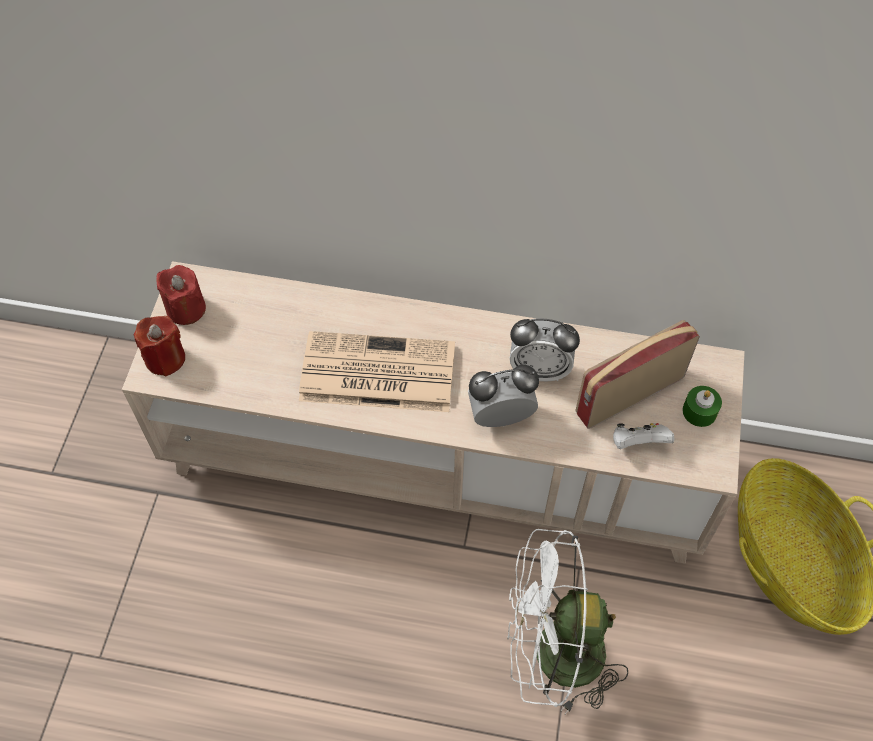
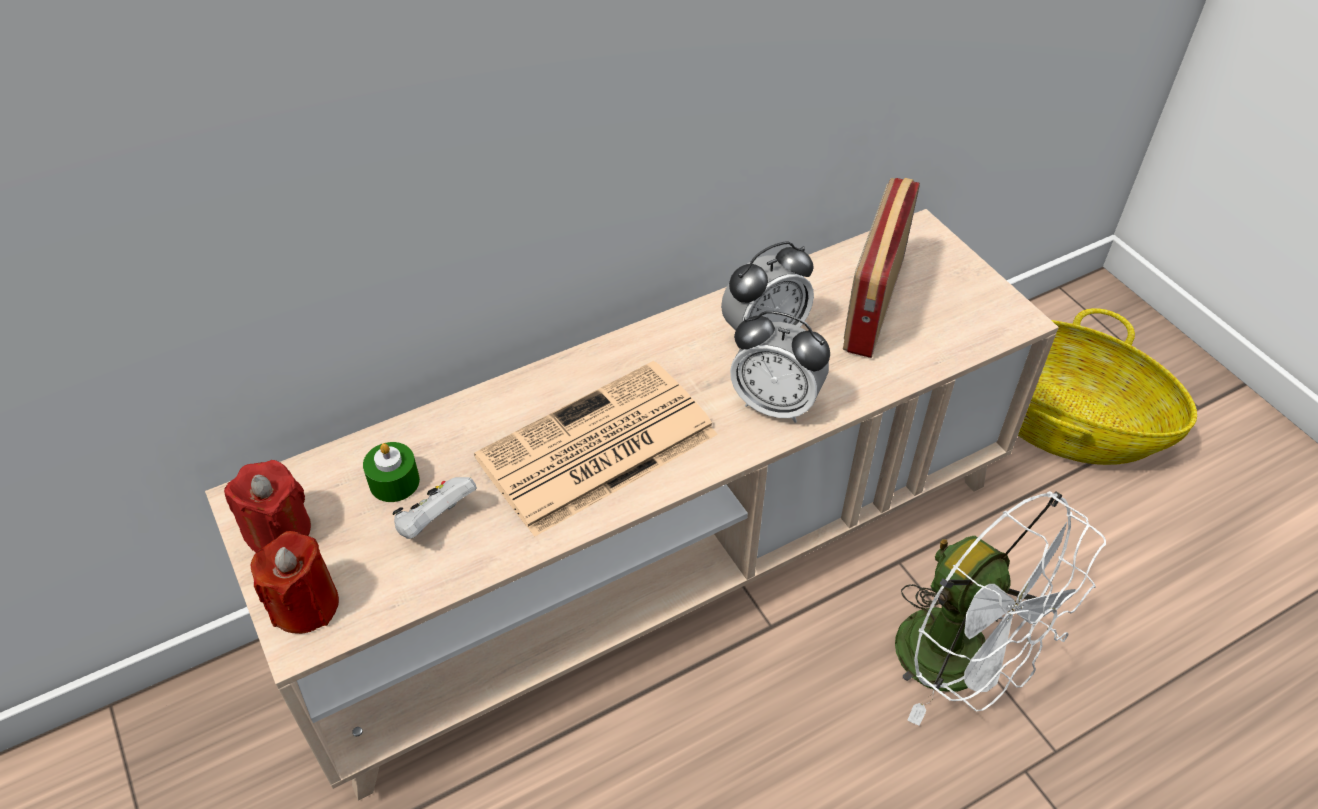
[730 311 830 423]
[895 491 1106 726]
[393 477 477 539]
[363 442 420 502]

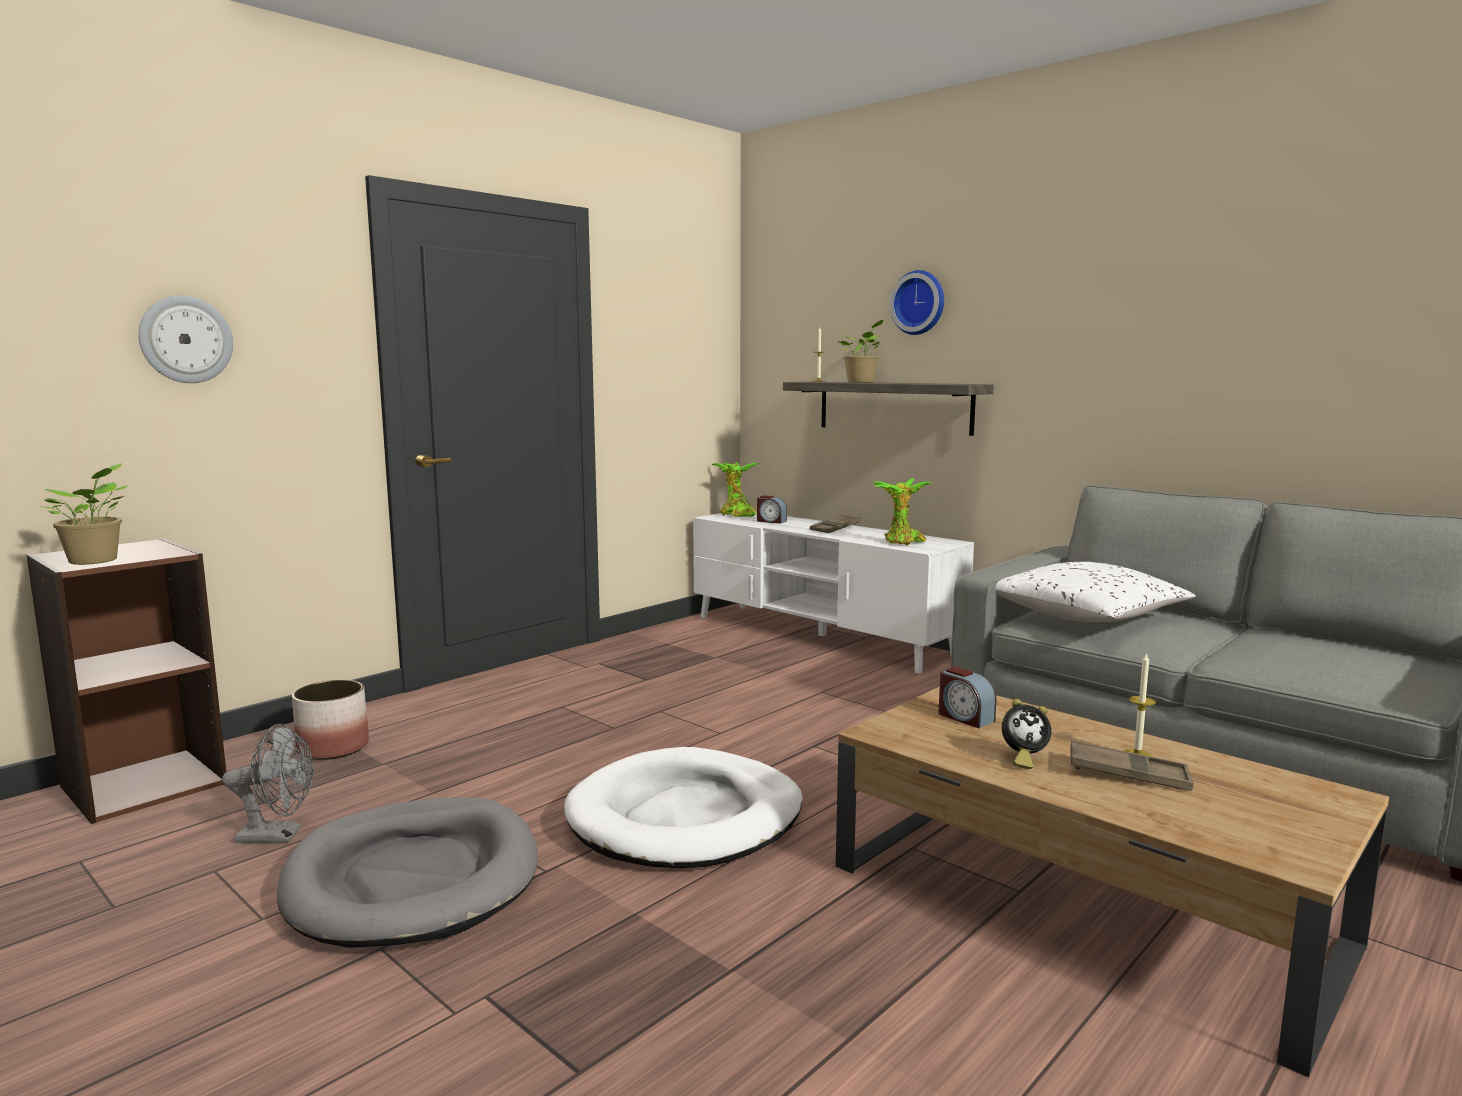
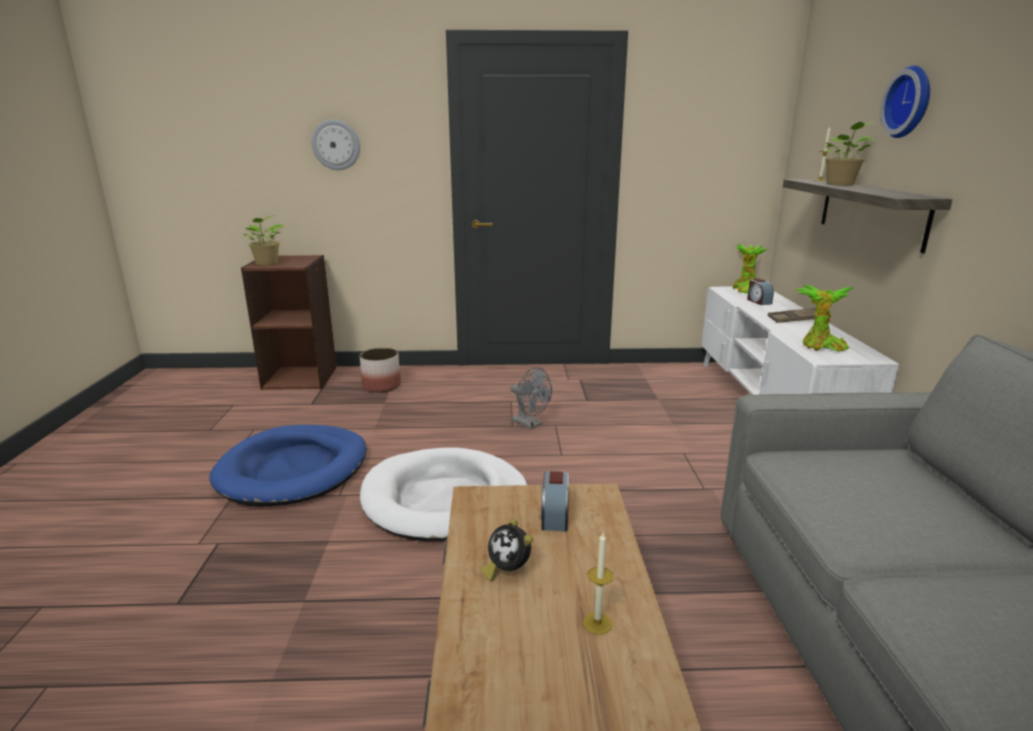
[510 367 552 429]
[209 425 367 507]
[996 562 1196 622] (first image)
[1071 740 1194 791] (first image)

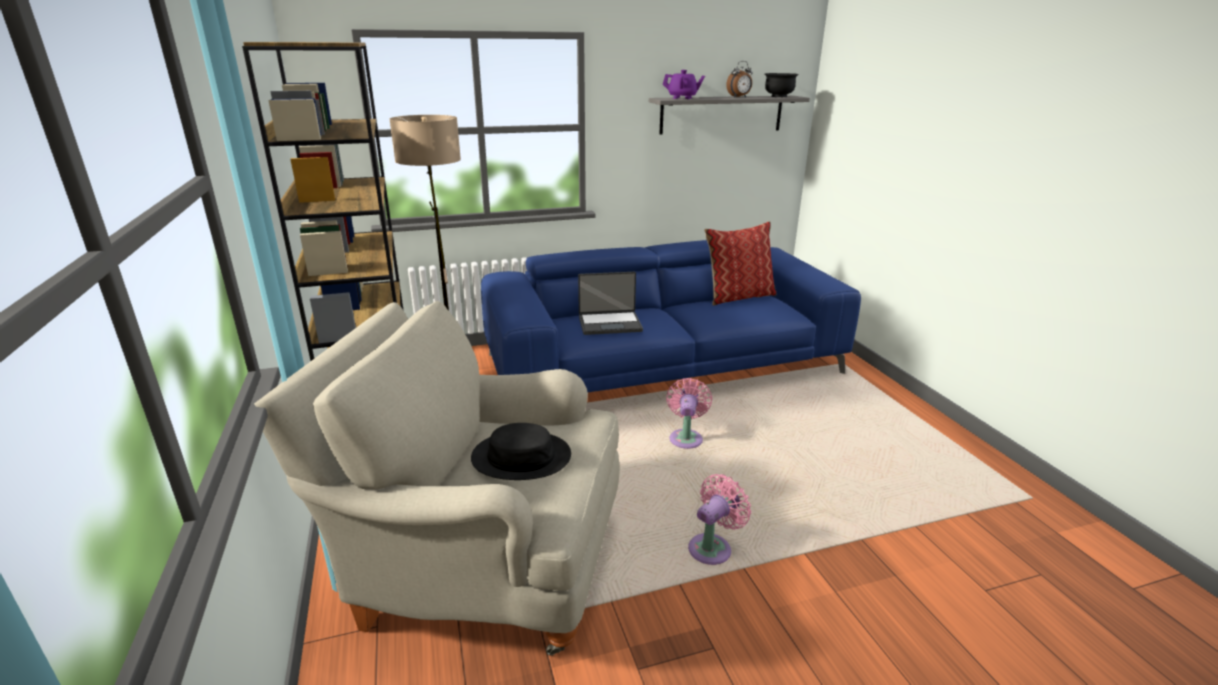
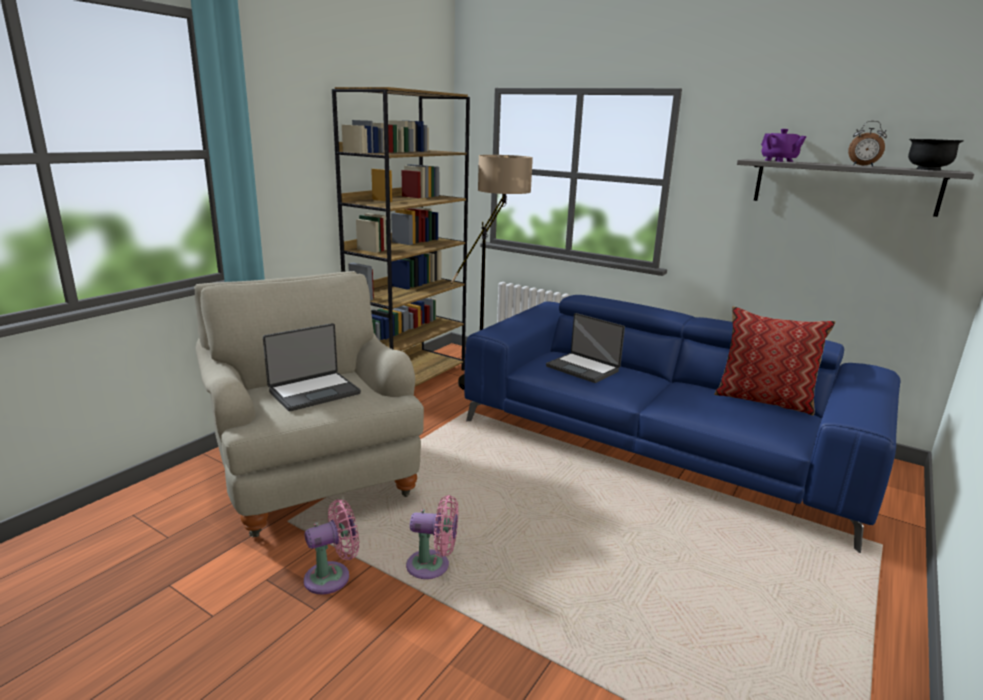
[263 323 361 411]
[304 499 359 595]

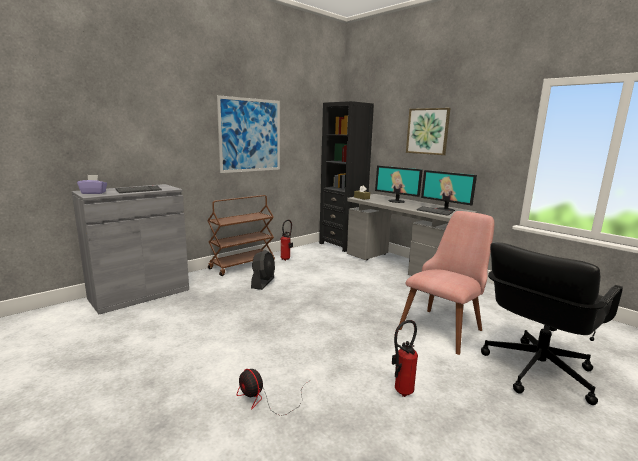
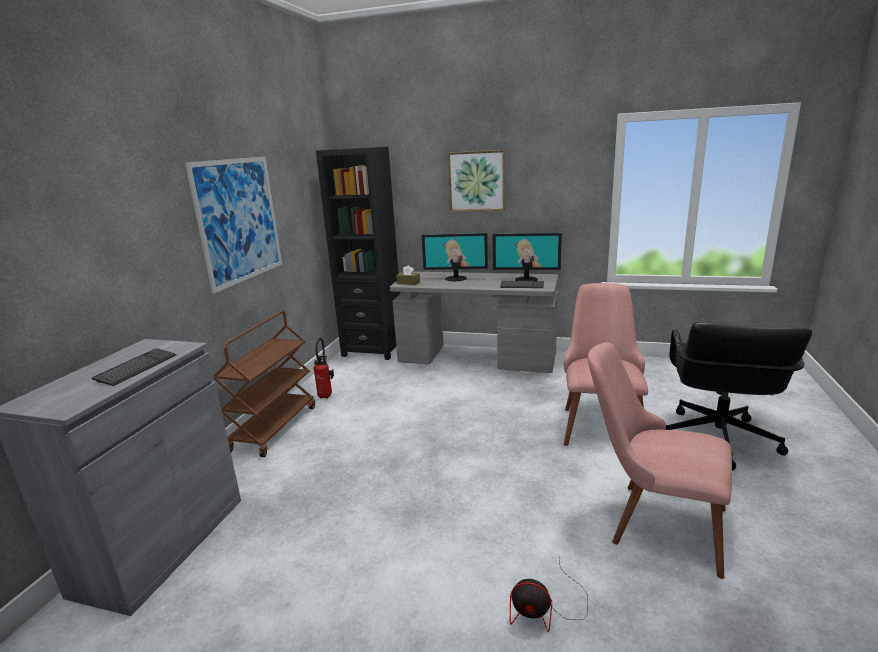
[77 175 107 194] (first image)
[251 250 275 290] (first image)
[588 342 732 579]

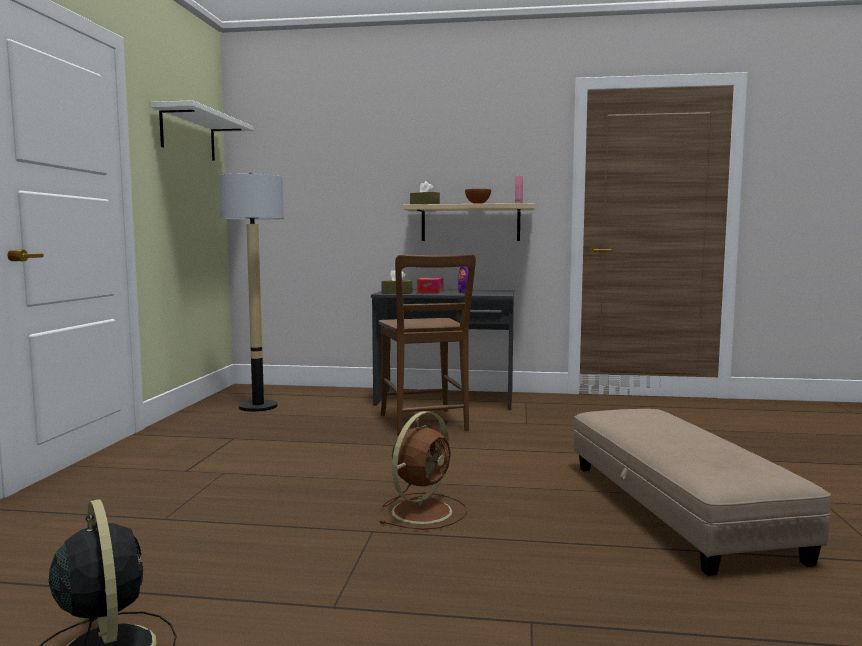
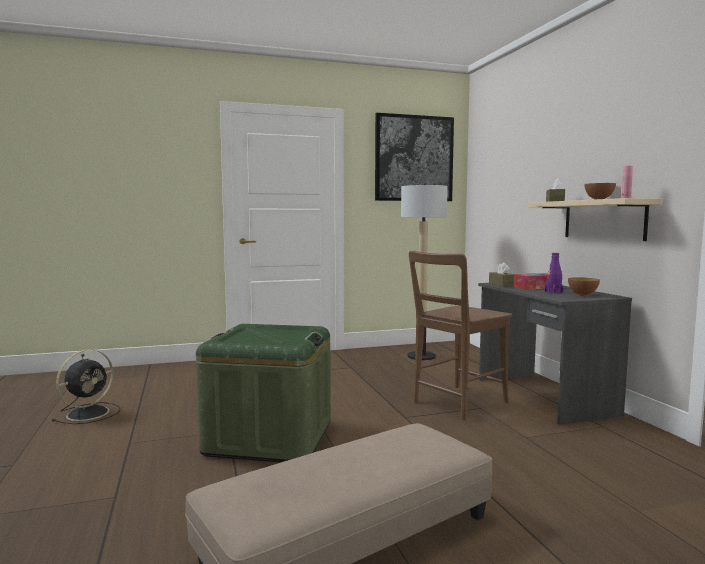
[375 113 454 201]
[196 324 331 463]
[568 277 600 296]

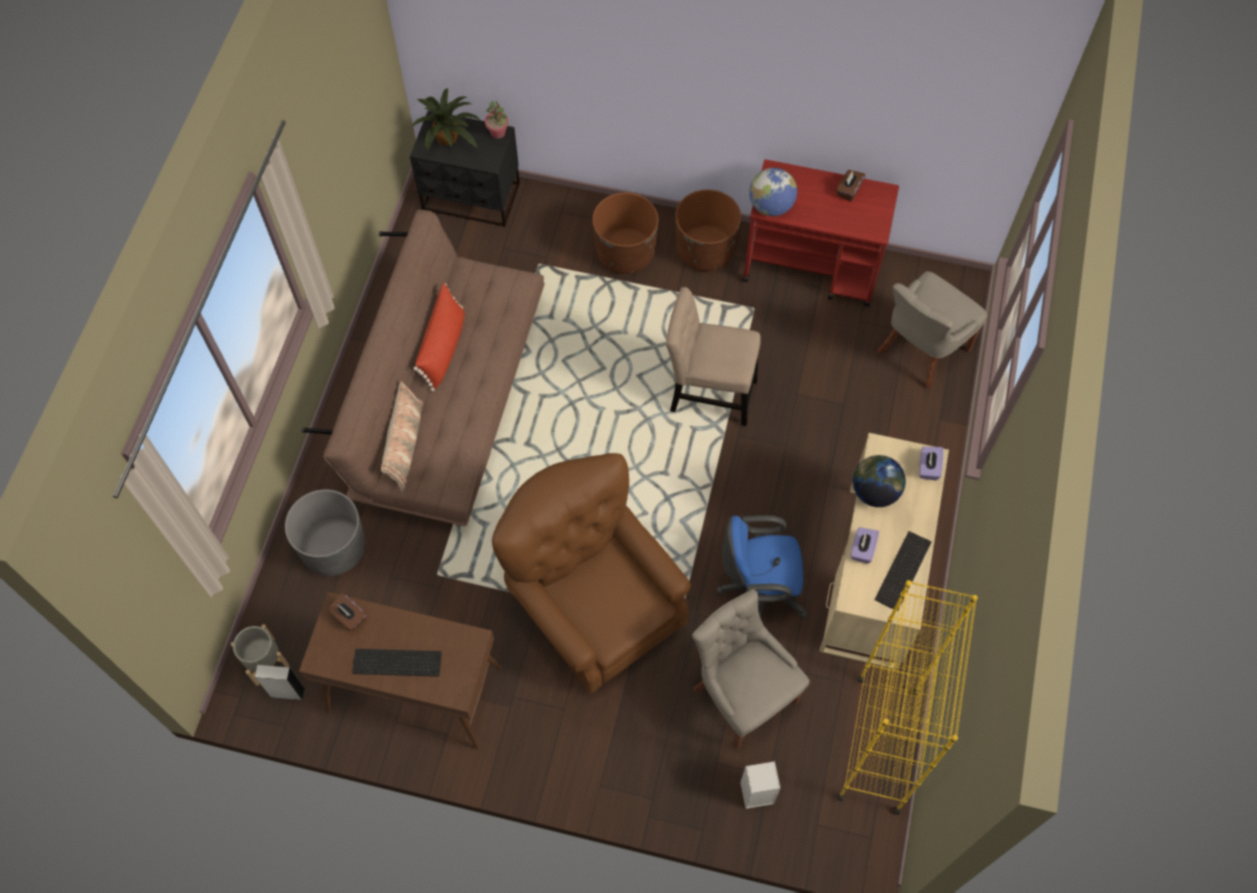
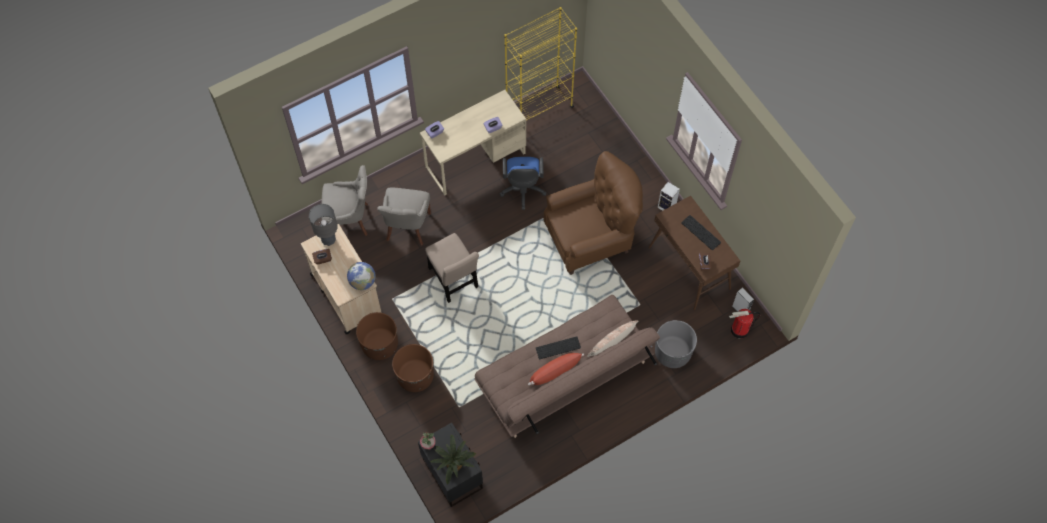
[729 309 760 339]
[544 151 643 275]
[377 188 431 246]
[500 157 546 210]
[658 182 680 211]
[301 224 382 334]
[853 455 906 507] (first image)
[536 336 581 360]
[309 204 338 246]

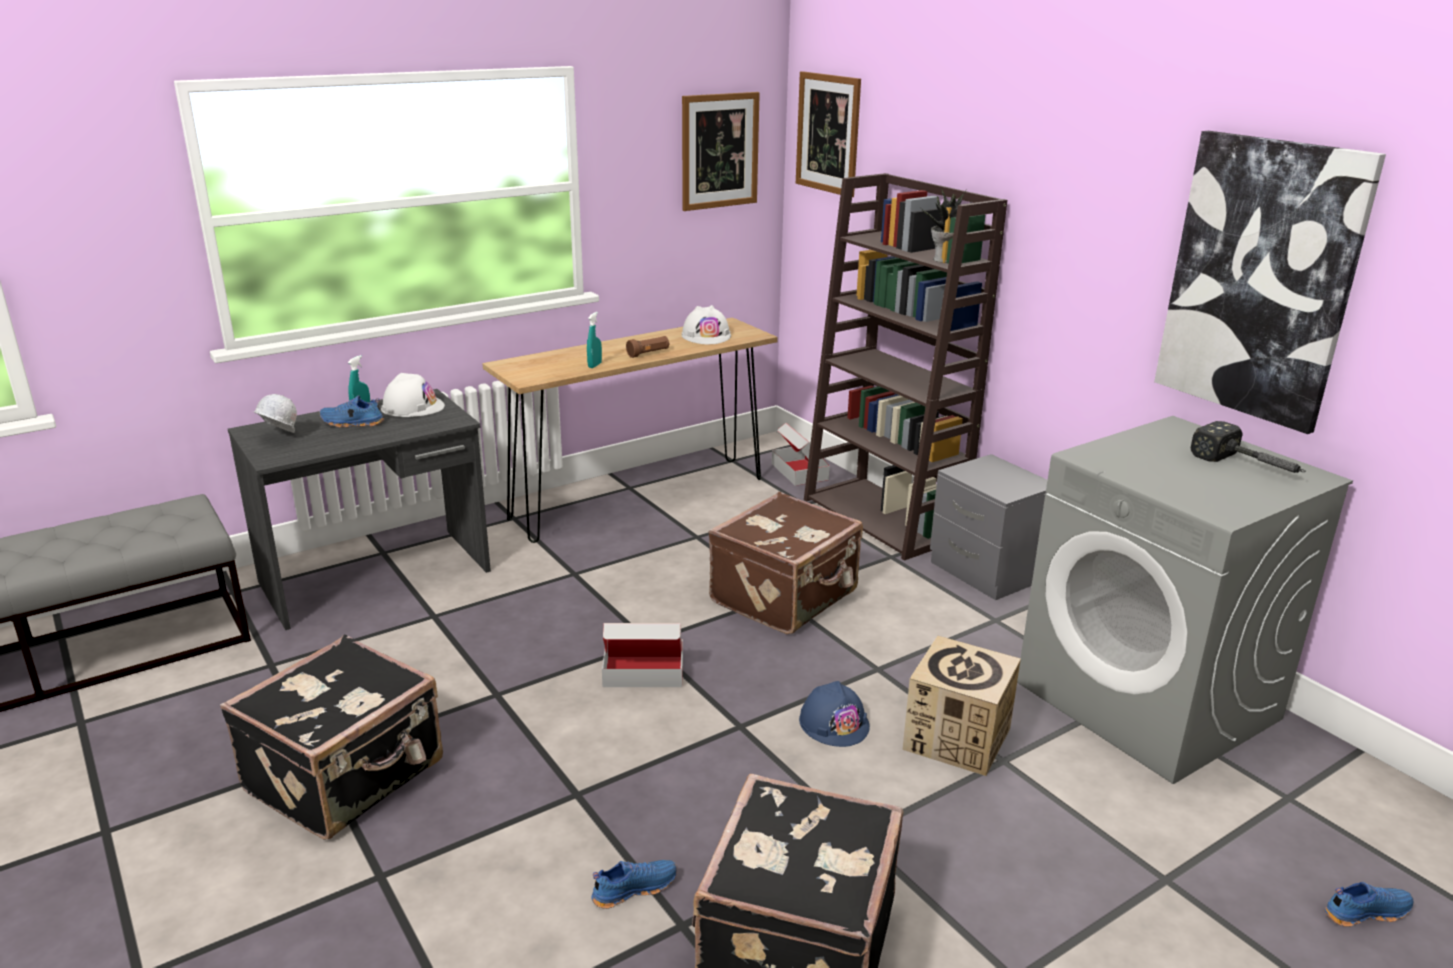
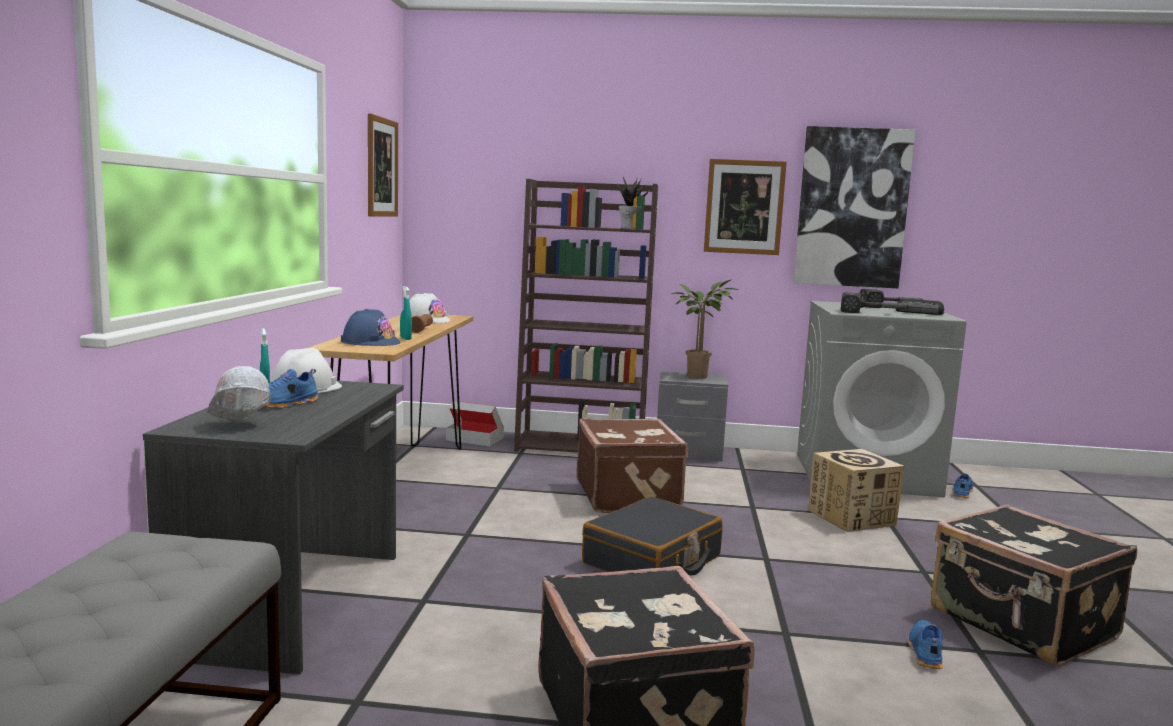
[582 496 723 576]
[704 159 787 255]
[341 309 401 346]
[953 473 973 498]
[671 280 739 379]
[841 292 911 313]
[896 299 944 315]

